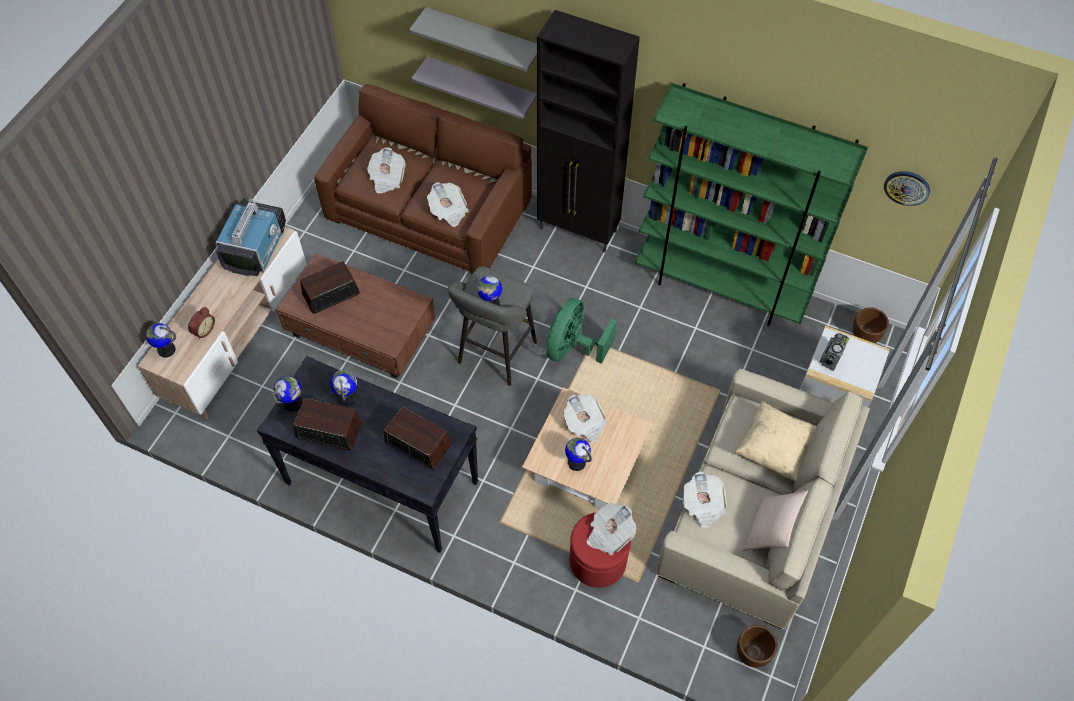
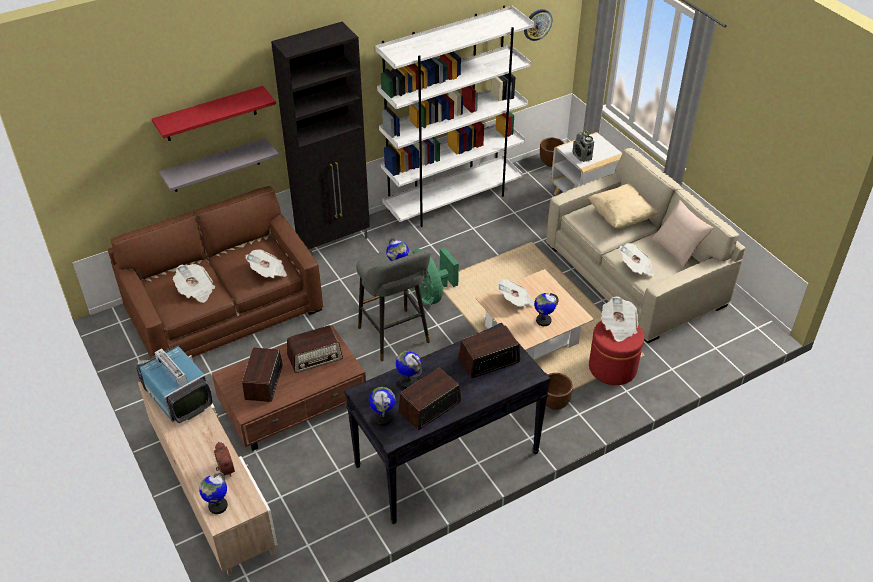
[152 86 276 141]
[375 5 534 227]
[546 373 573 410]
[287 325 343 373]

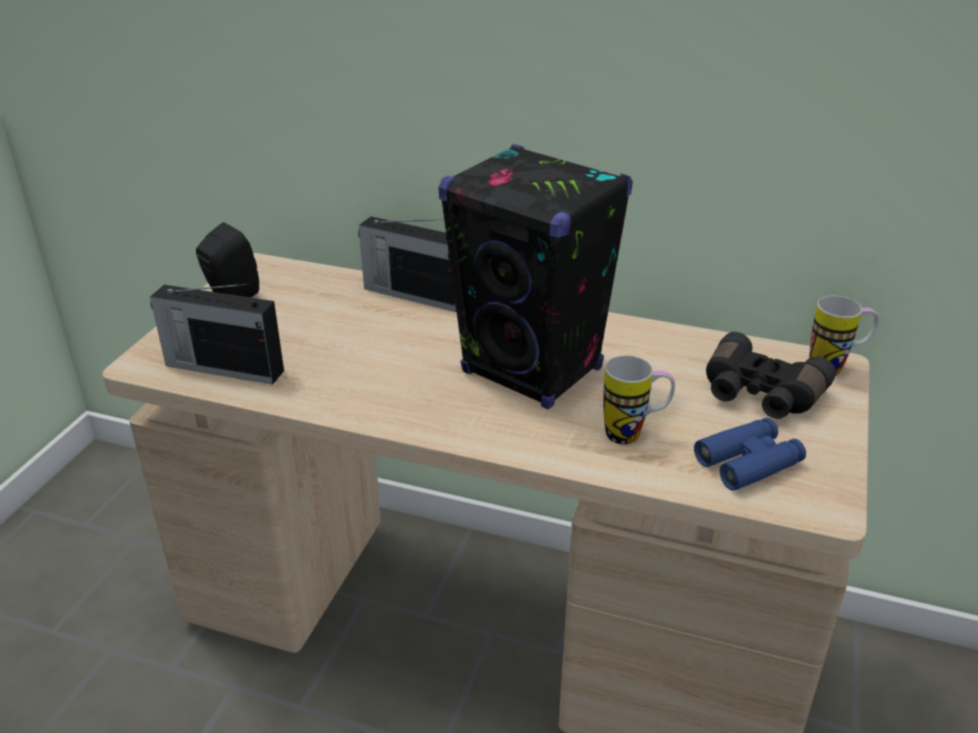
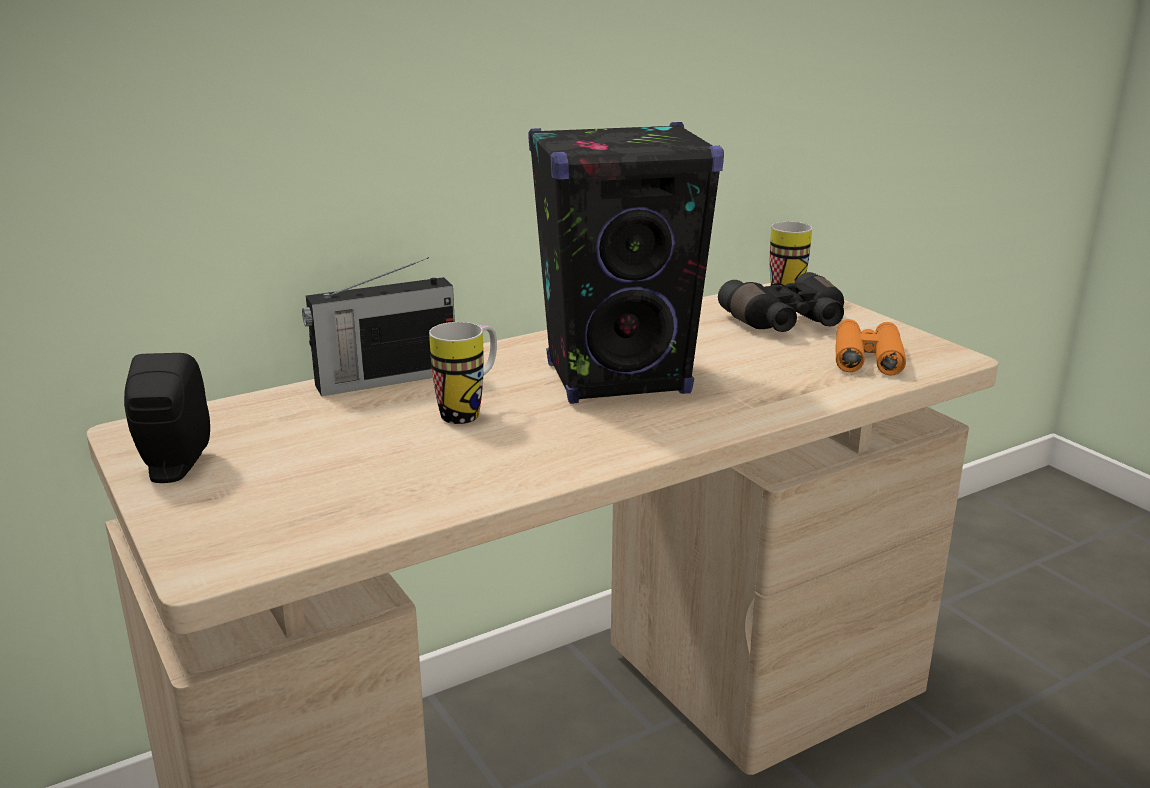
[150 284 284 385] (first image)
[429 322 497 424]
[835 319 906 375]

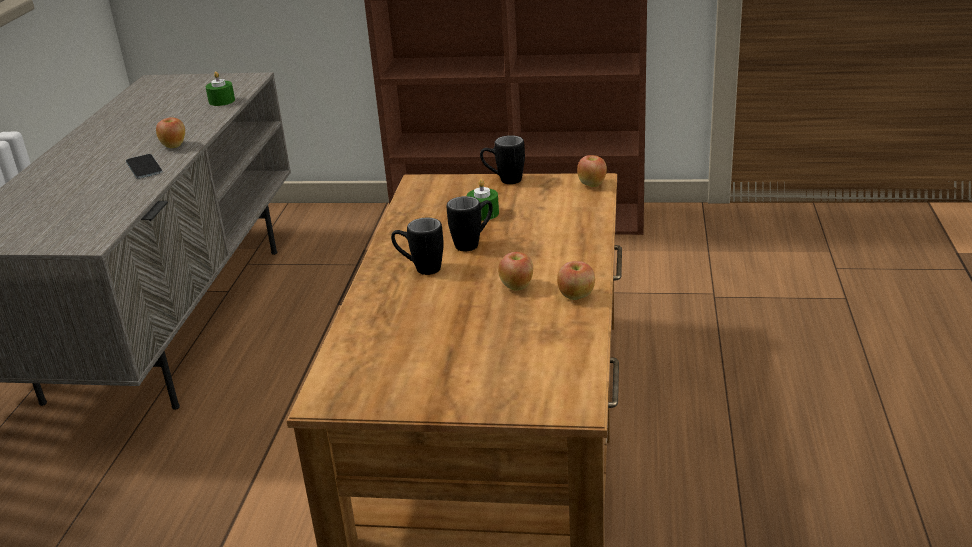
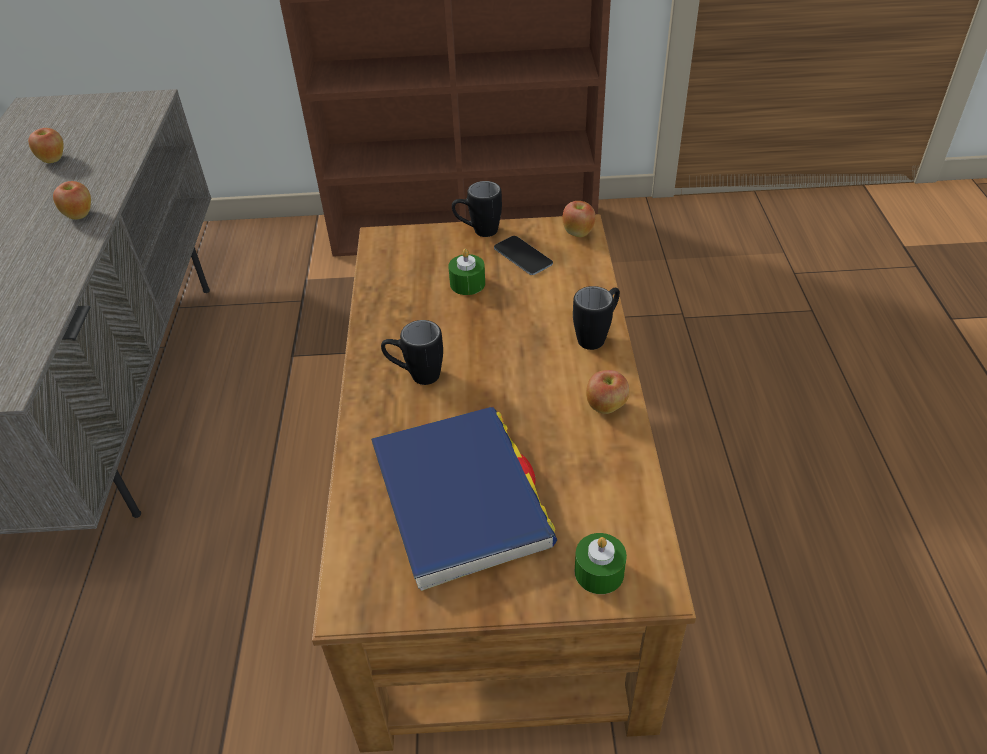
[494 236 553 275]
[575 533 627 594]
[573 286 620 350]
[28 128 64 163]
[371 407 557 591]

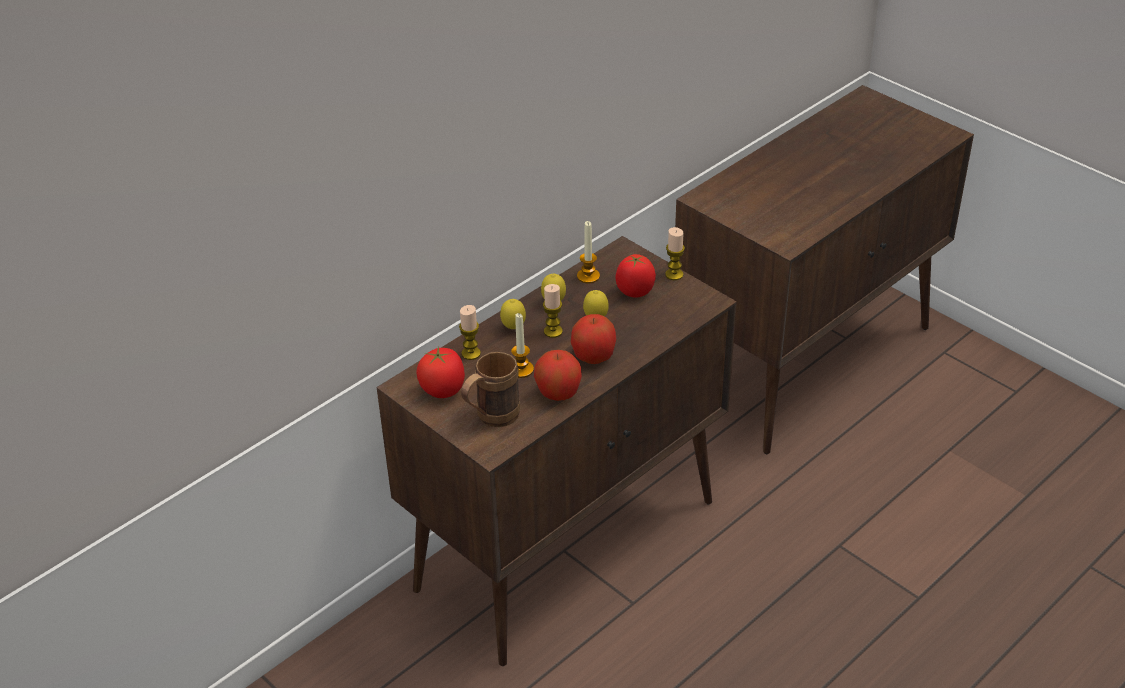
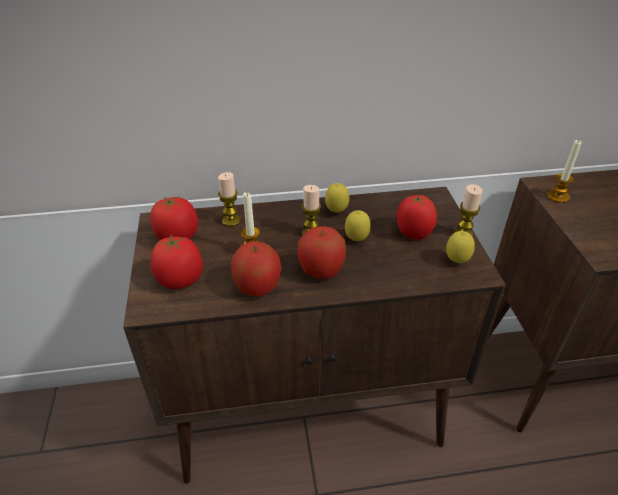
[151 235 203 289]
[446 231 475 263]
[547 140 582 203]

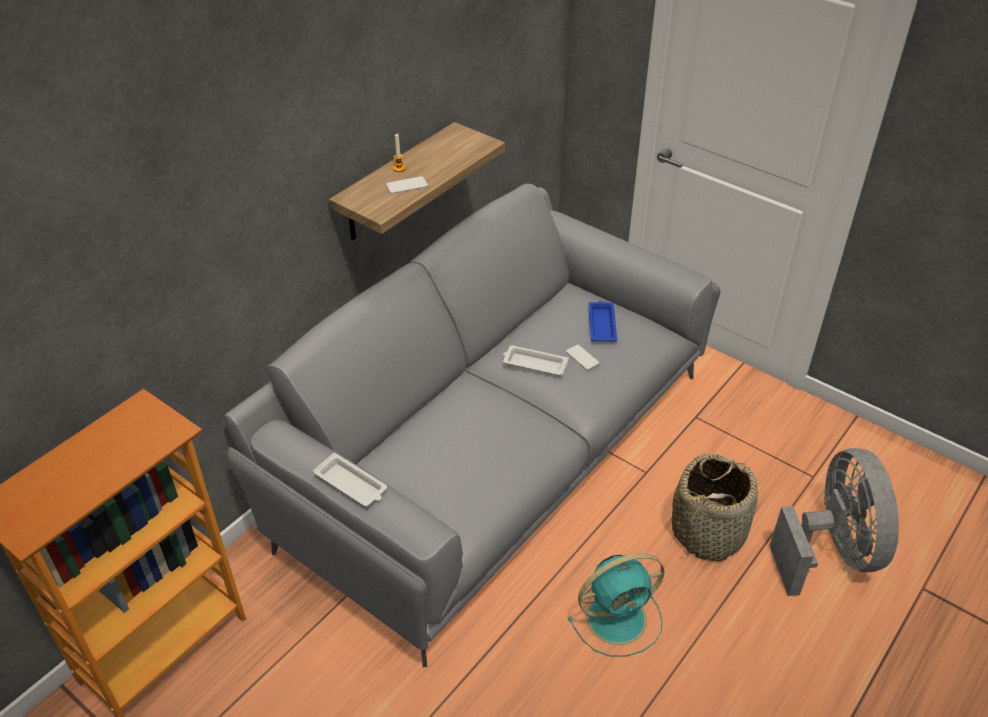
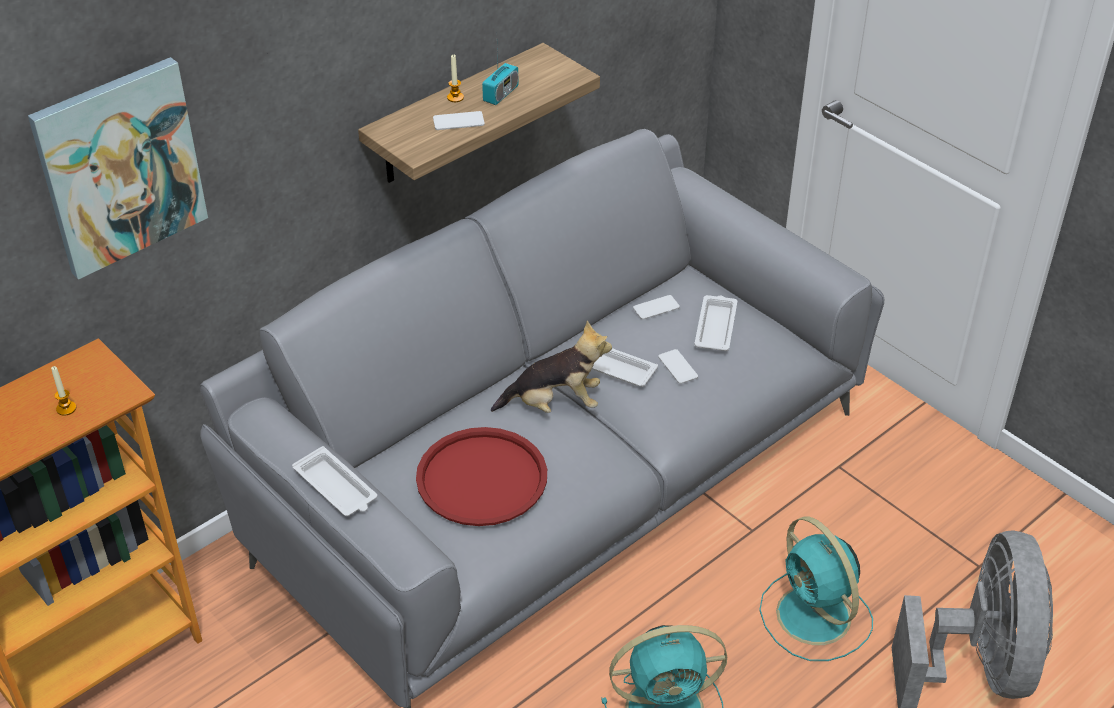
[694 295 737 351]
[759 517 873 661]
[28 57 208 280]
[51 366 76 416]
[416 427 547 526]
[482 48 518 105]
[491 321 612 413]
[633 295 680 320]

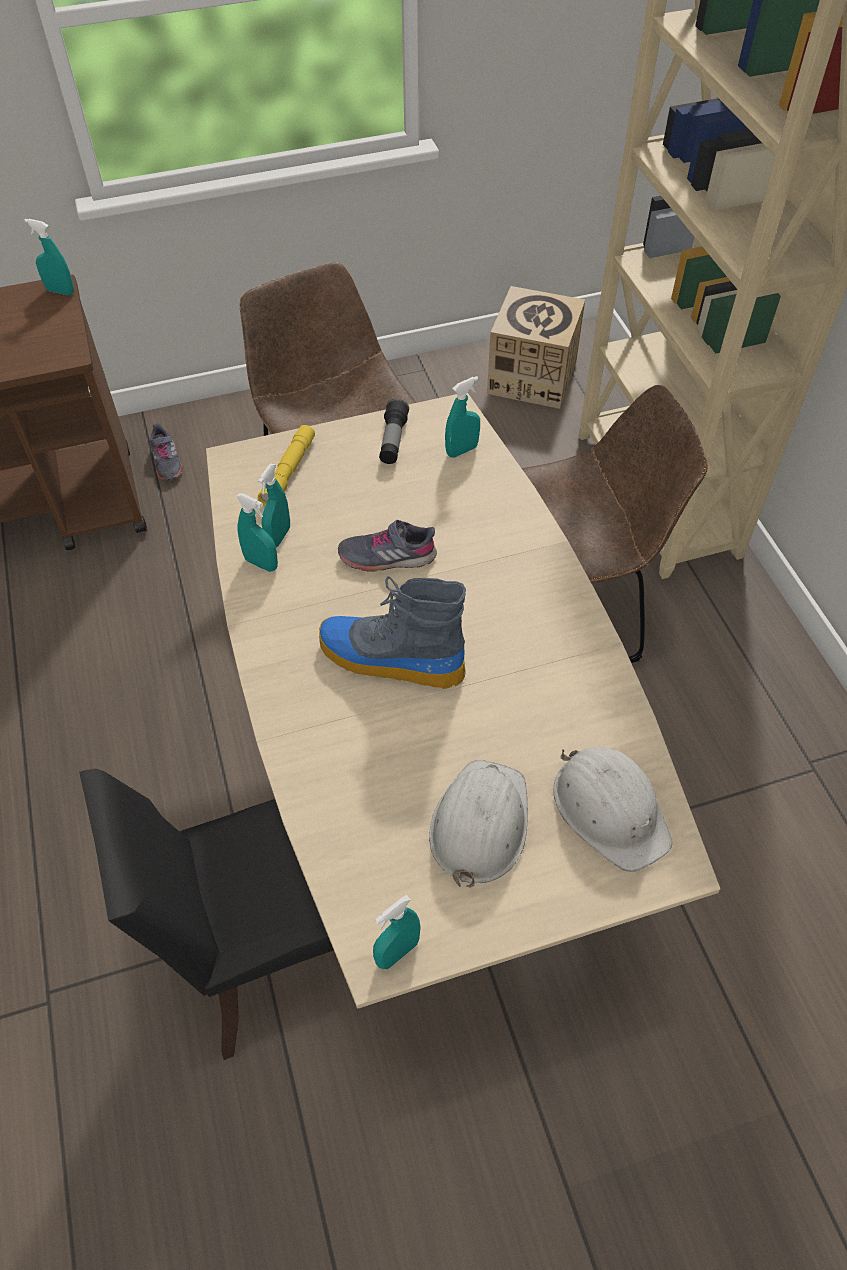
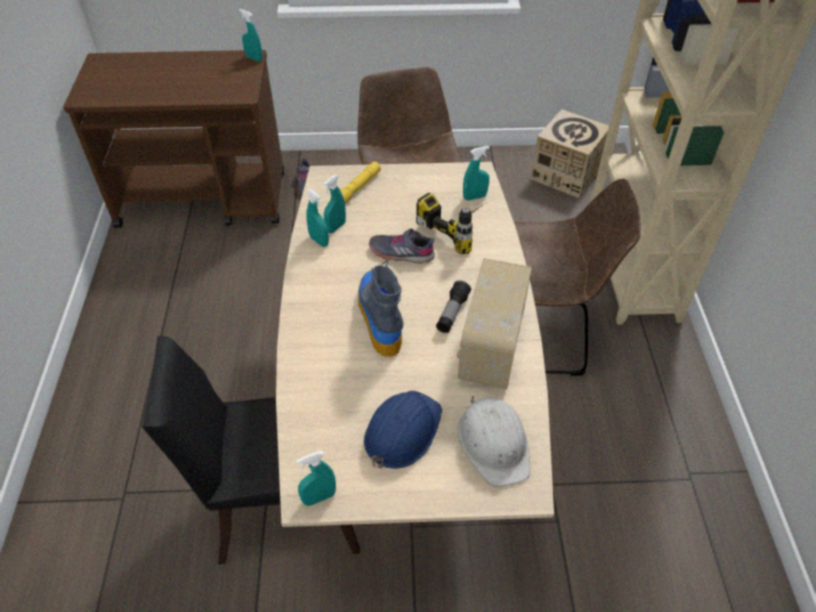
[358 259 403 357]
[436 280 471 333]
[364 391 442 469]
[416 192 484 254]
[457 258 532 389]

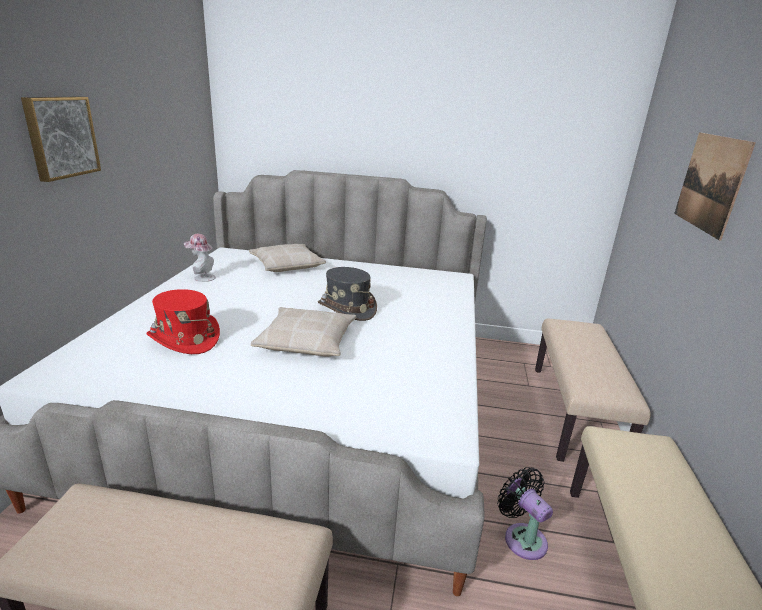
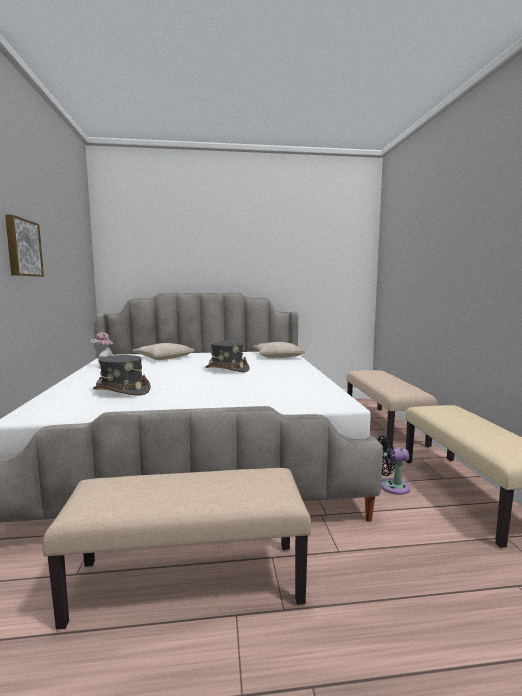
[93 355 151 396]
[253 342 305 358]
[377 436 410 495]
[674 132 756 240] (first image)

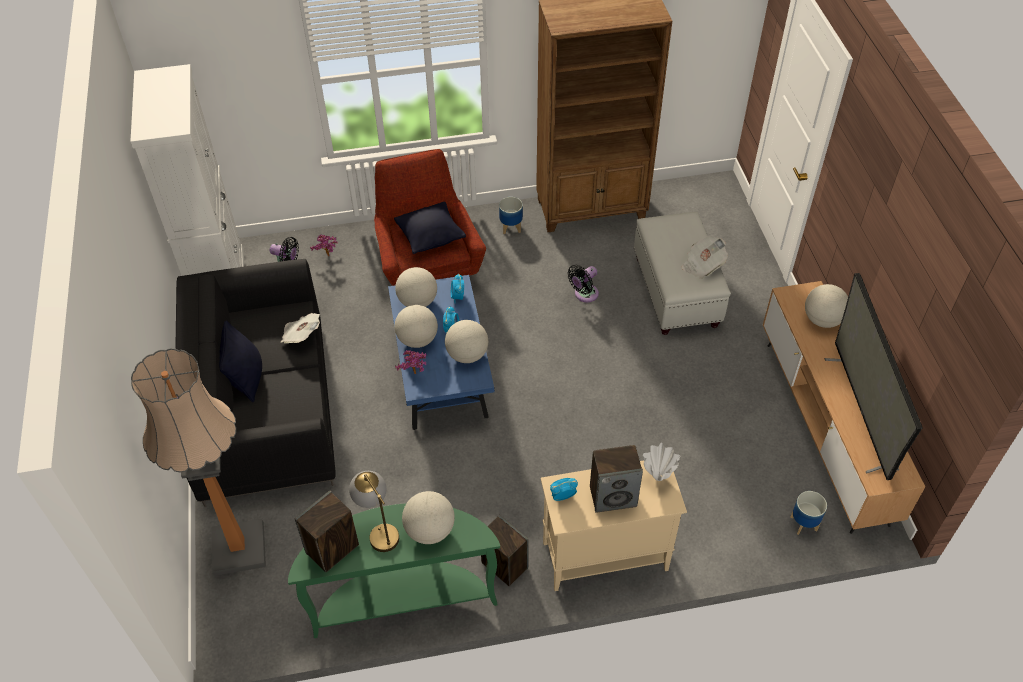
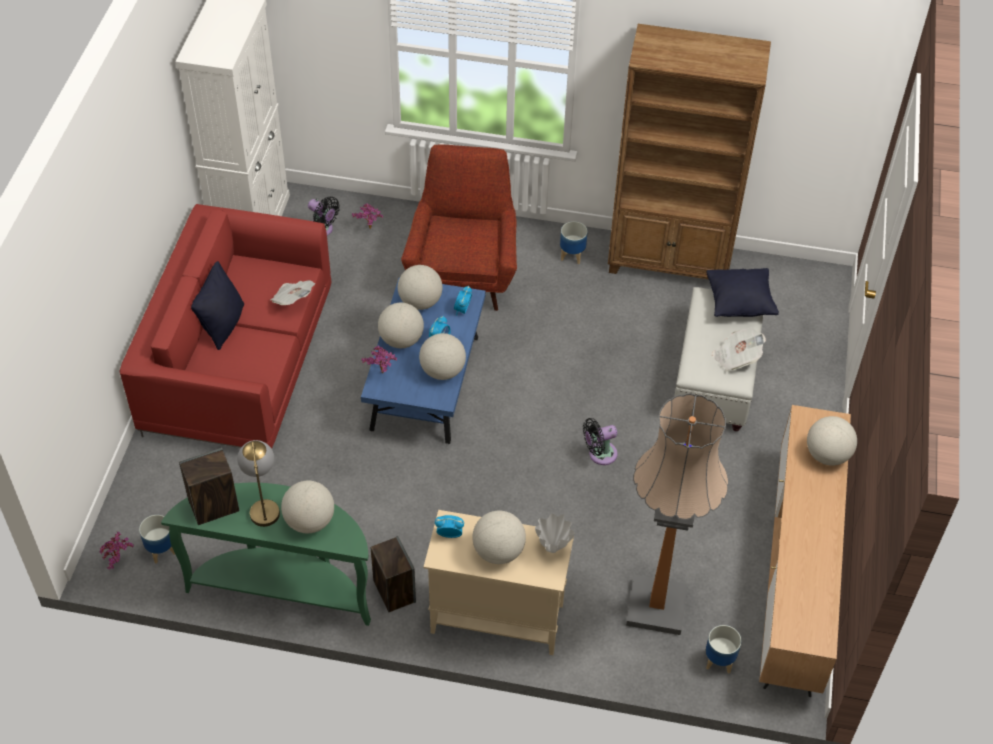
[626 393 728 635]
[119 204 331 449]
[707 268 779 317]
[583 418 618 465]
[472 511 526 564]
[825 273 922 480] (first image)
[99 532 134 570]
[139 515 176 564]

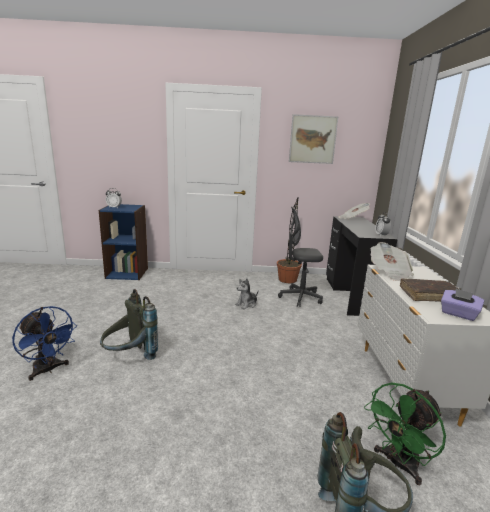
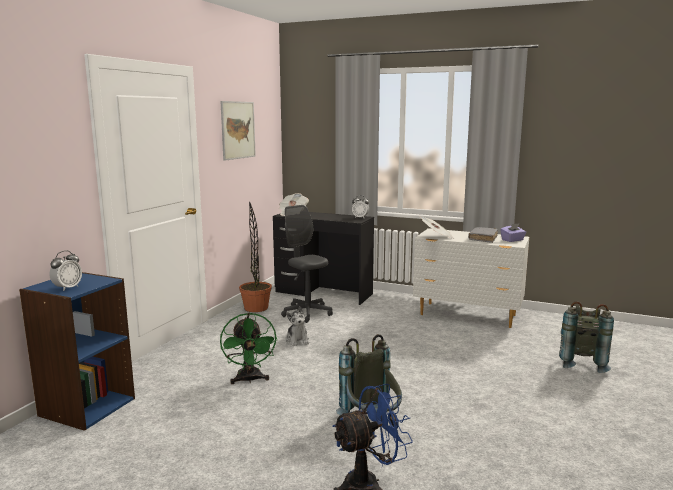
[281 205 333 323]
[220 313 277 384]
[468 227 498 243]

